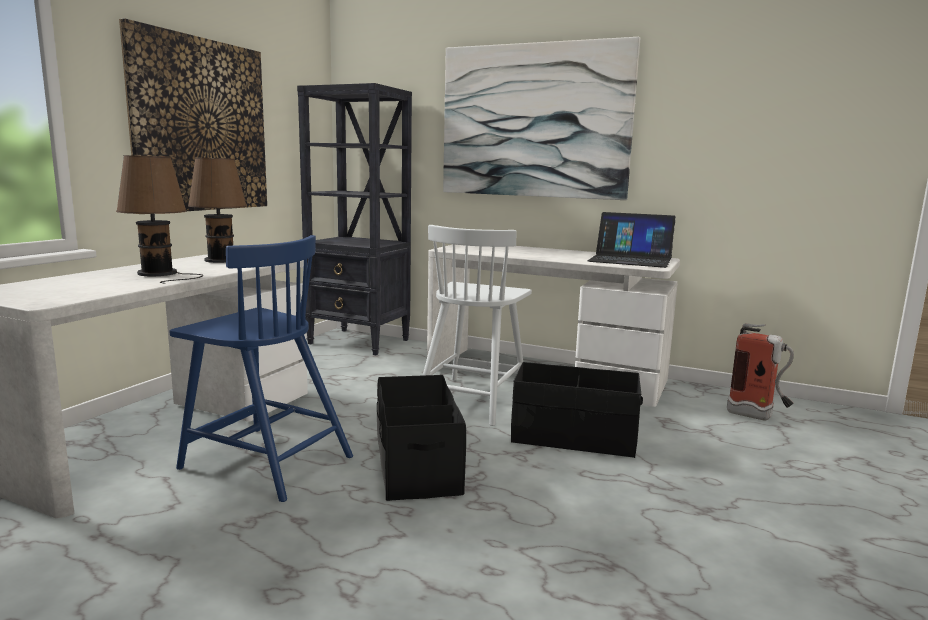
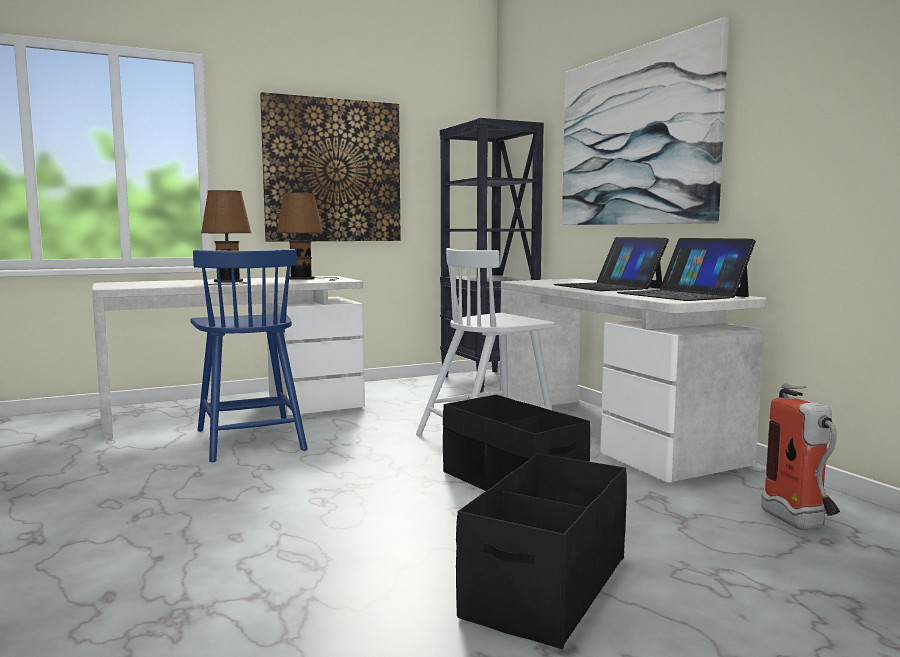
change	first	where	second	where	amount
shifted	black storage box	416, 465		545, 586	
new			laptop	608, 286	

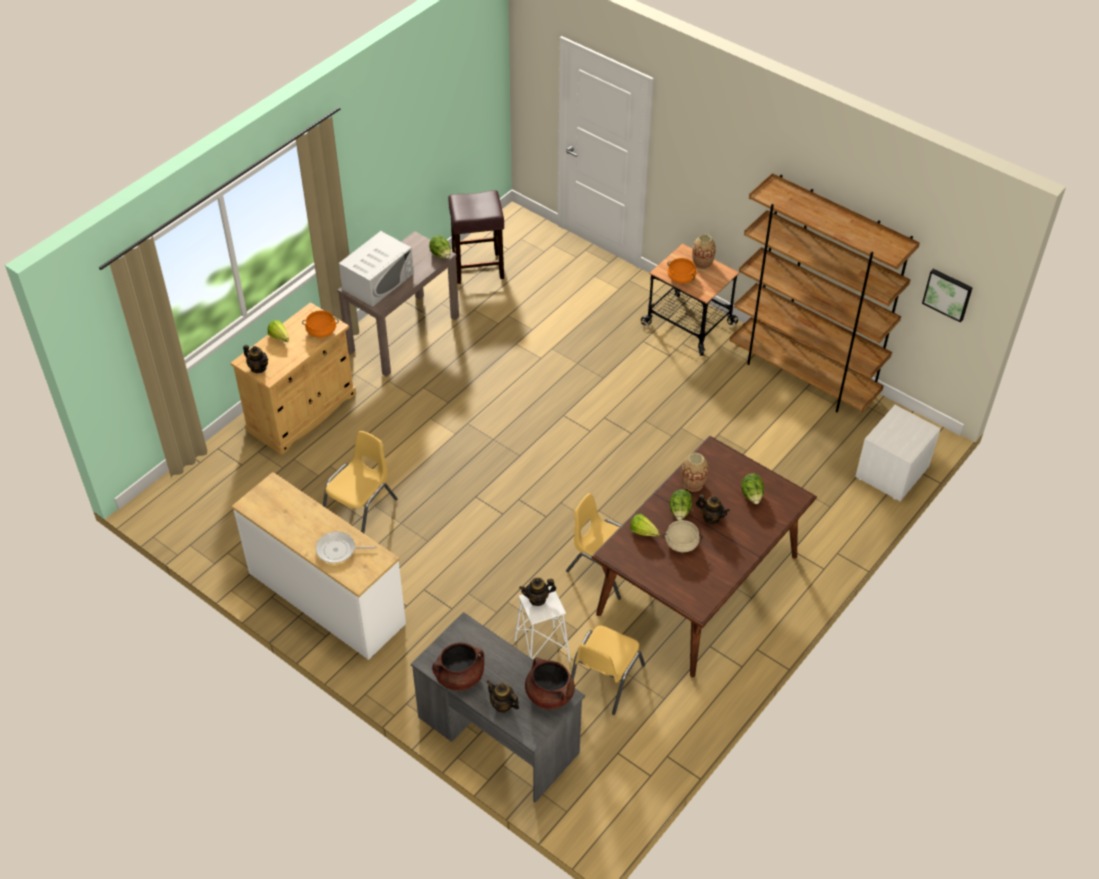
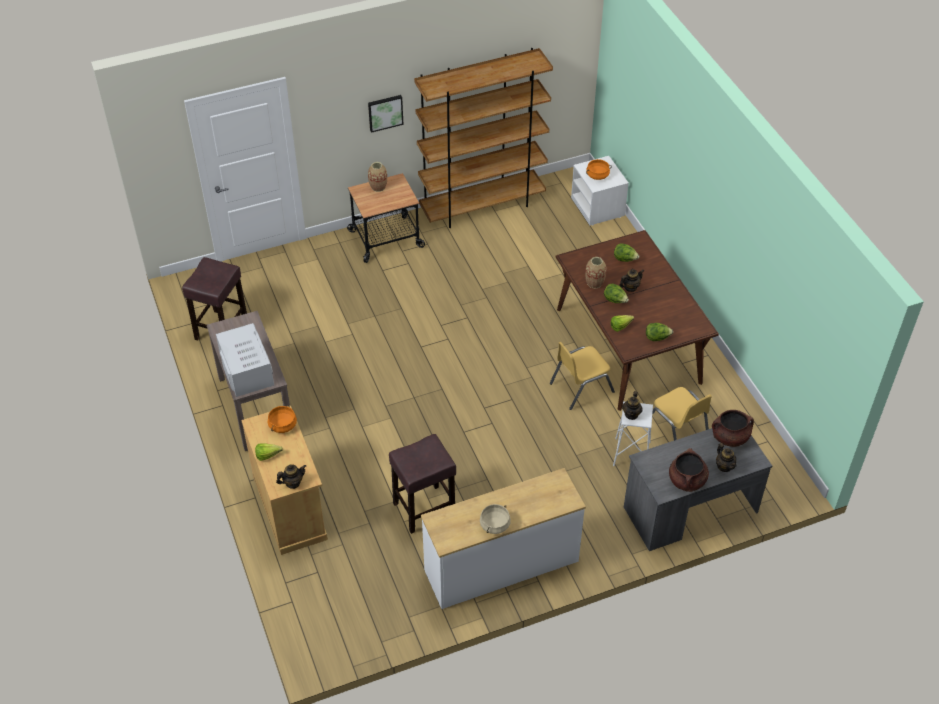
change	first	where	second	where	amount
shifted	picture	948, 294		385, 112	
swapped	yellow chair	361, 509	brown stool	425, 508	
shifted	beige cooking pot	681, 543		495, 525	
shifted	orange cooking pot	681, 277		597, 175	
shifted	lettuce	441, 255		657, 338	
rotated	teapot	502, 705		724, 466	90 degrees counterclockwise
gone	frying pan	338, 550			

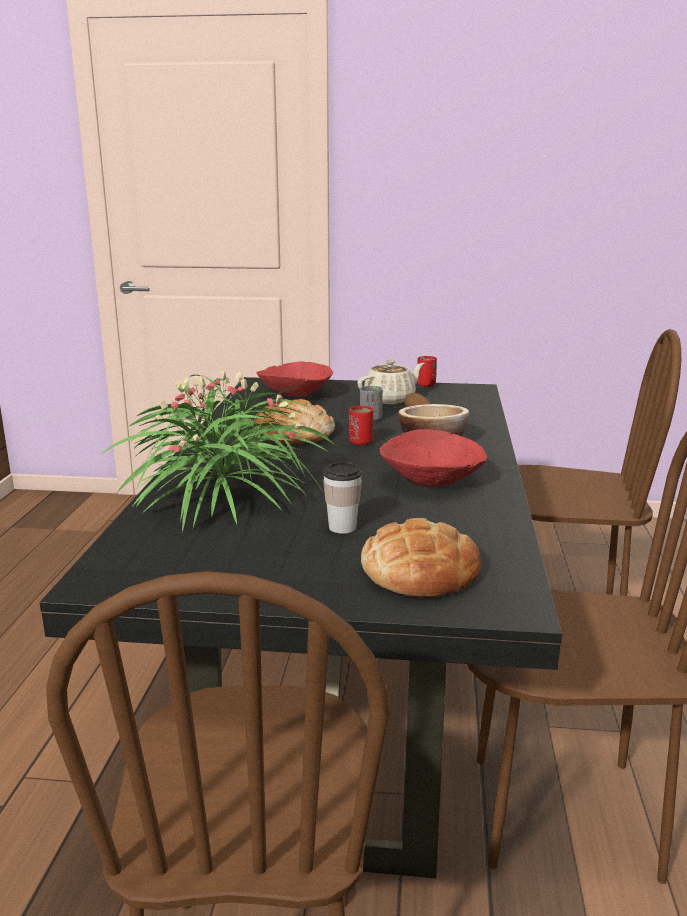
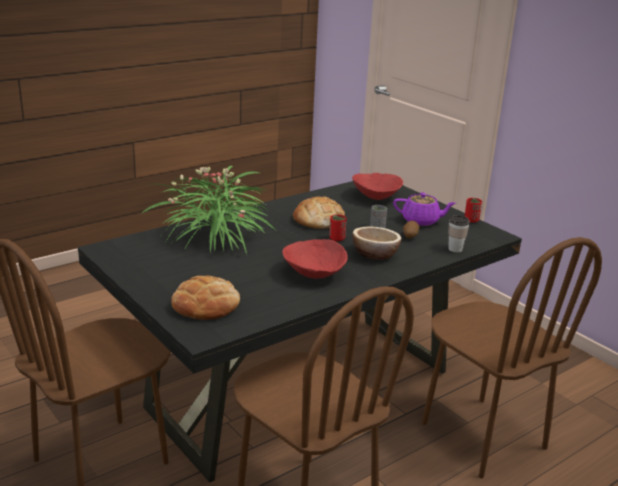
change	first	where	second	where	amount
repainted	beige teapot	390, 399	purple teapot	421, 221	
shifted	cup	342, 527		455, 249	

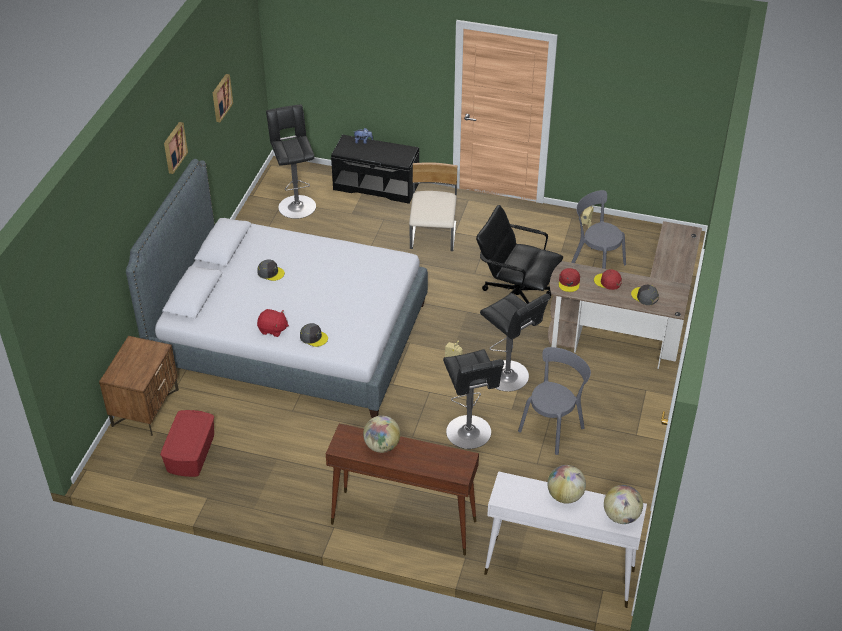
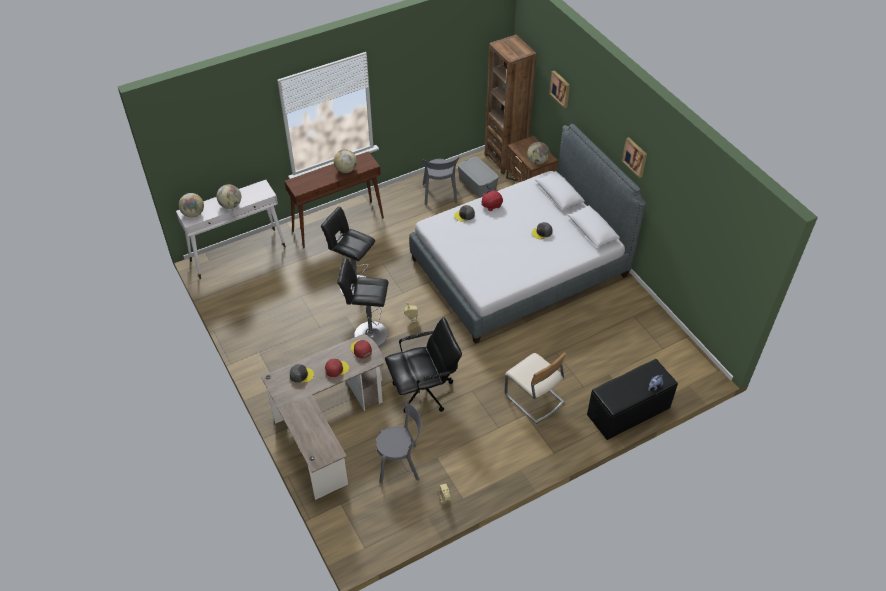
change	first	where	second	where	amount
shifted	grey chair	553, 427		439, 195	
repainted	red storage box	190, 453	grey storage box	477, 183	
new			brown bookcase	505, 159	
new			globe	537, 161	
shifted	picture	221, 97		560, 88	
gone	black stool	296, 205			

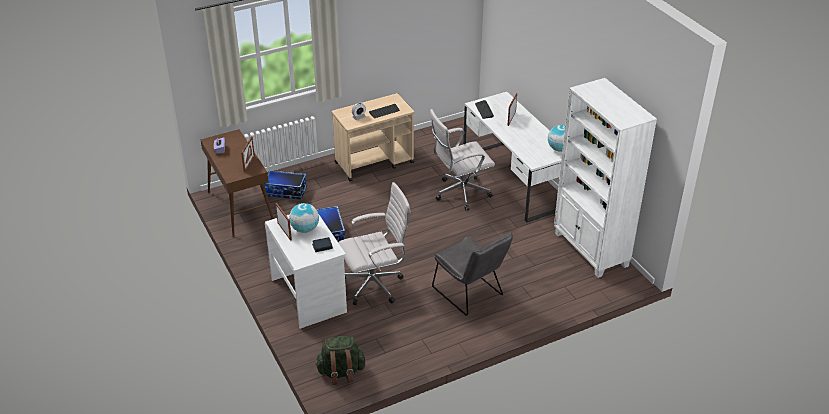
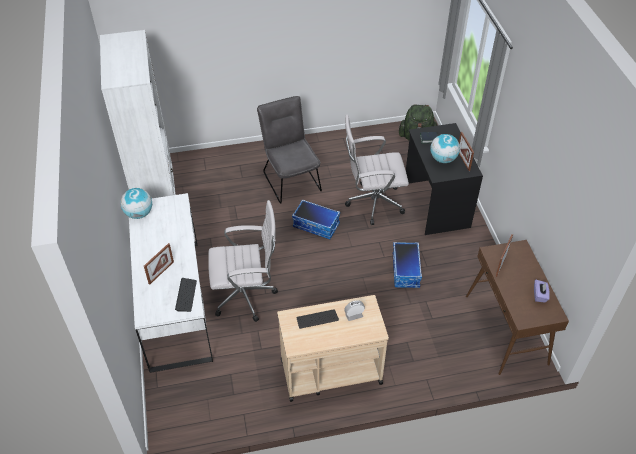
change	first	where	second	where	amount
shifted	storage box	285, 192		316, 225	
repainted	white desk	309, 295	black desk	435, 204	

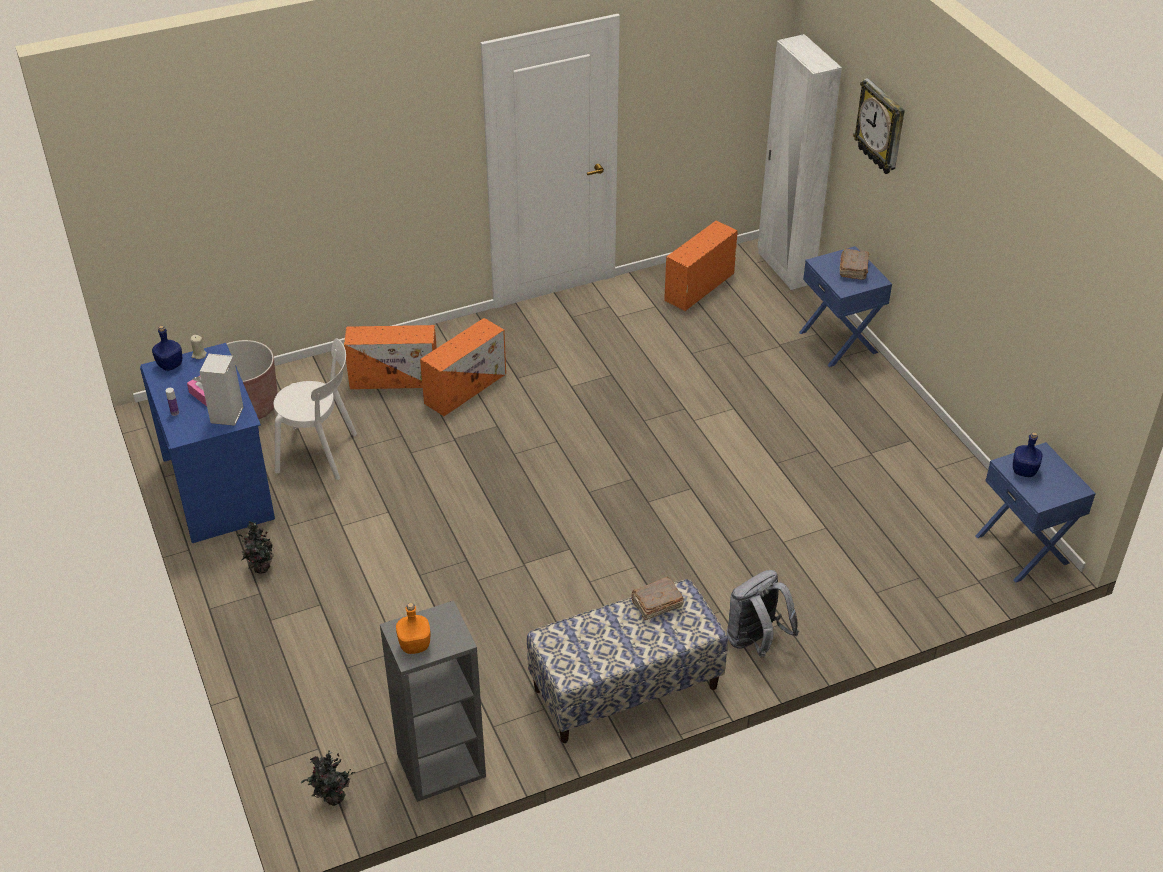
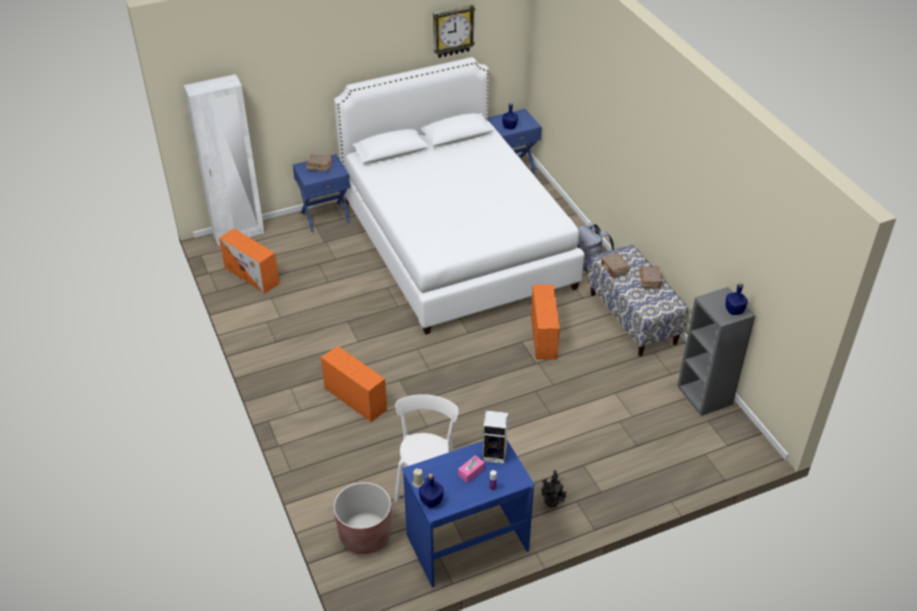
change	first	where	second	where	amount
new			white bed	455, 243	
shifted	wall clock	881, 127		452, 31	
shifted	orange storage box	395, 379		543, 336	
new			brown book	650, 281	
repainted	orange bottle	414, 645	blue bottle	734, 311	
gone	potted plant	333, 799			

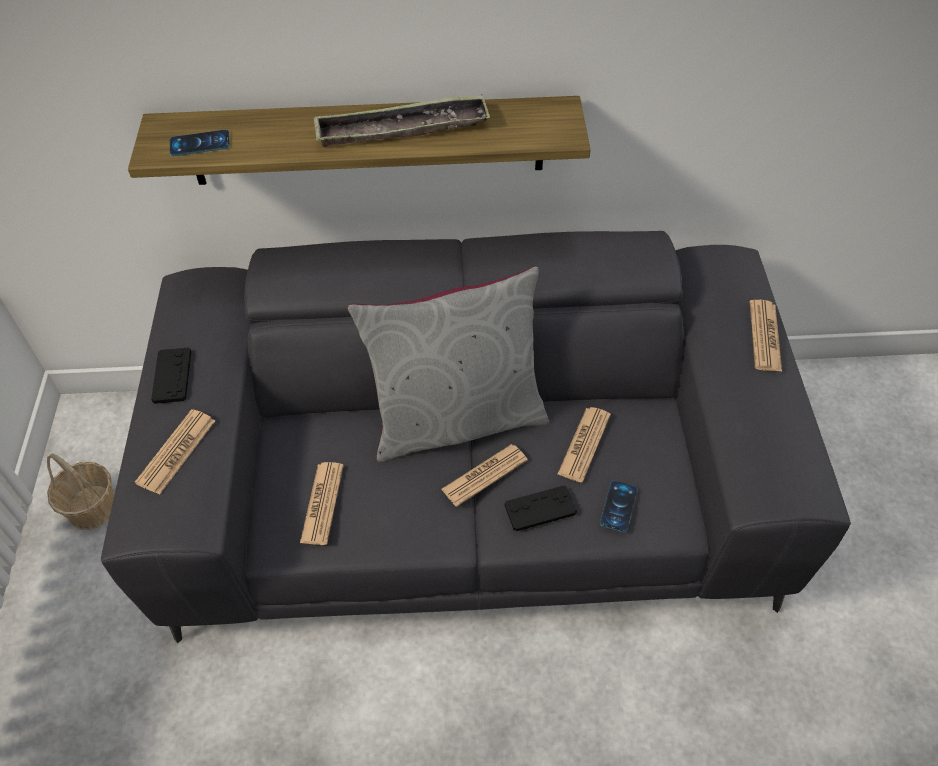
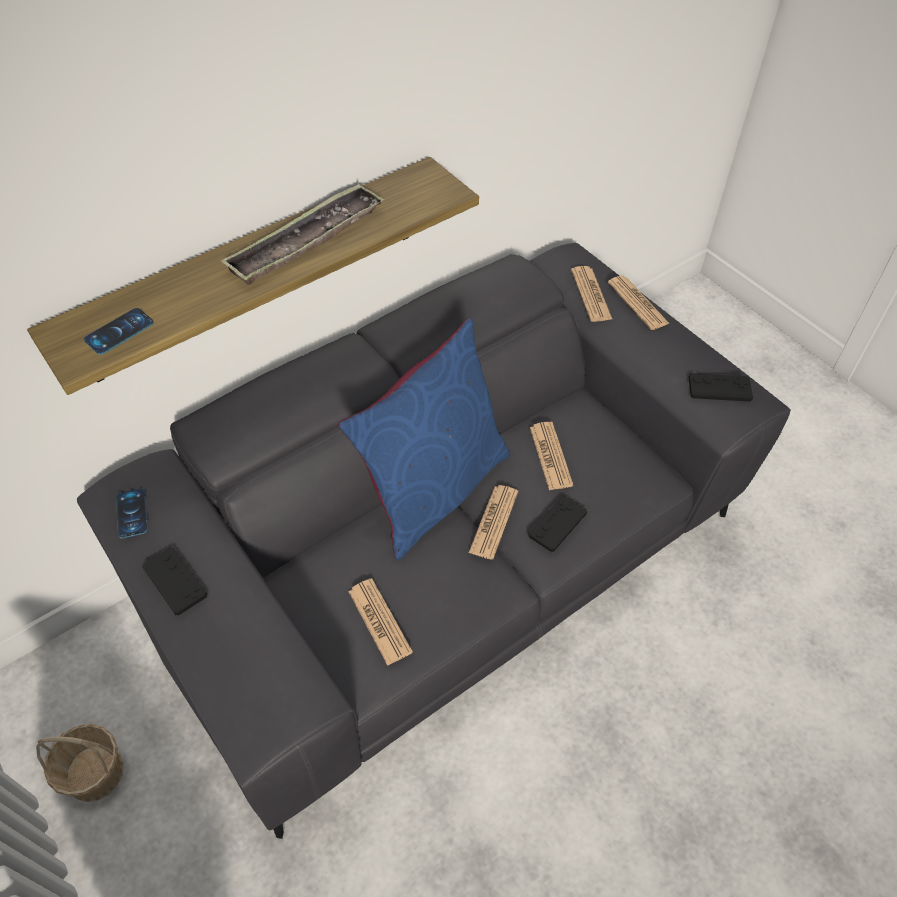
change	first	where	second	where	amount
shifted	phone	618, 506		132, 513	
repainted	grey pillow	457, 419	blue pillow	434, 490	
shifted	newspaper	176, 452		591, 294	
new			black game controller	719, 388	

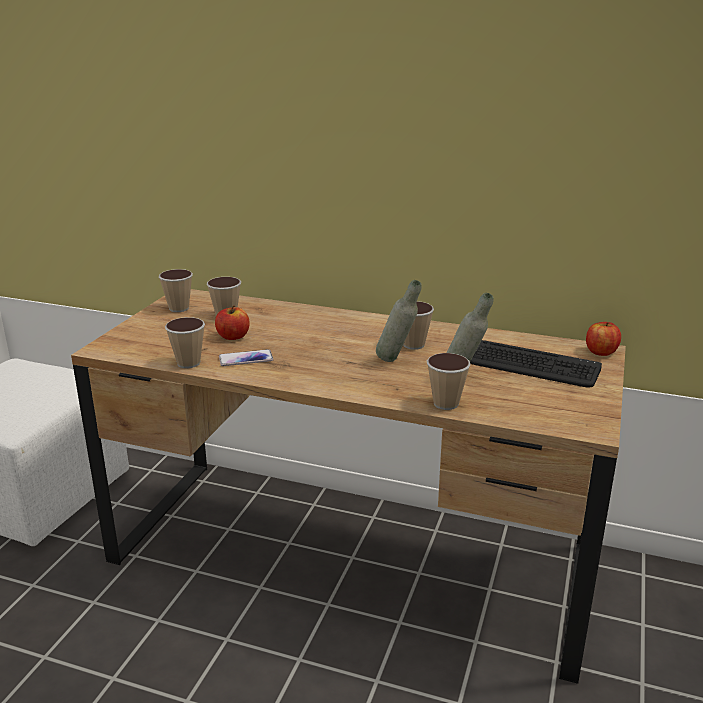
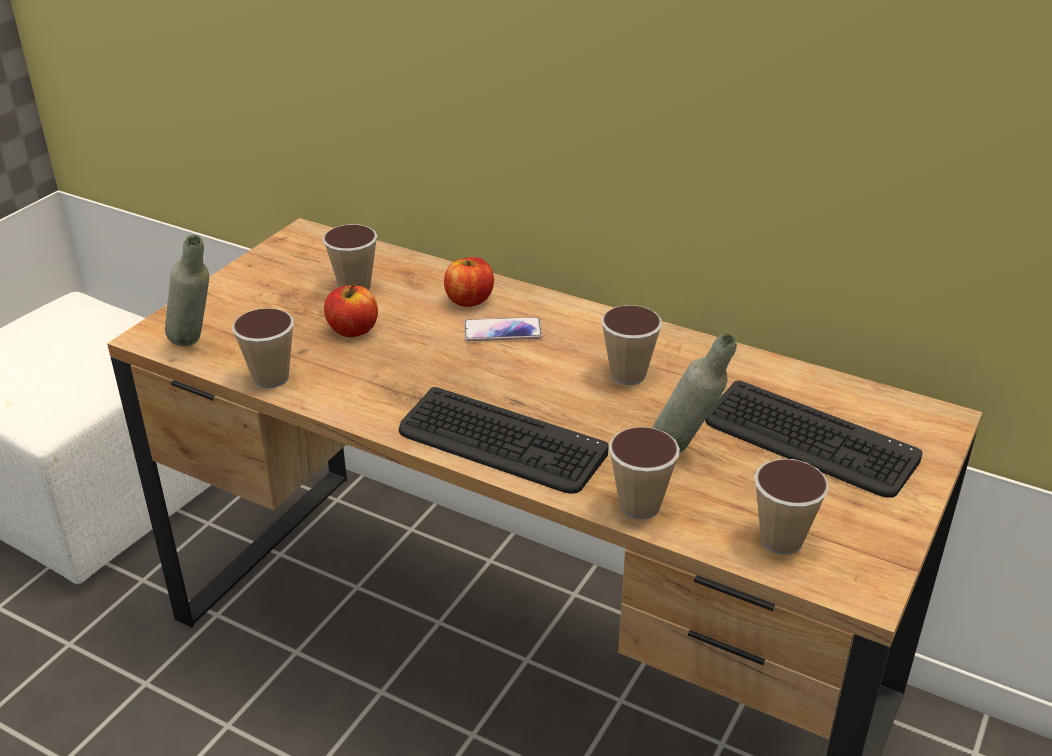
change	first	where	second	where	amount
shifted	grey bottle	397, 361		196, 346	
new			keyboard	501, 443	
shifted	apple	601, 352		469, 300	
shifted	phone	246, 359		502, 331	
shifted	cup	179, 308		781, 540	

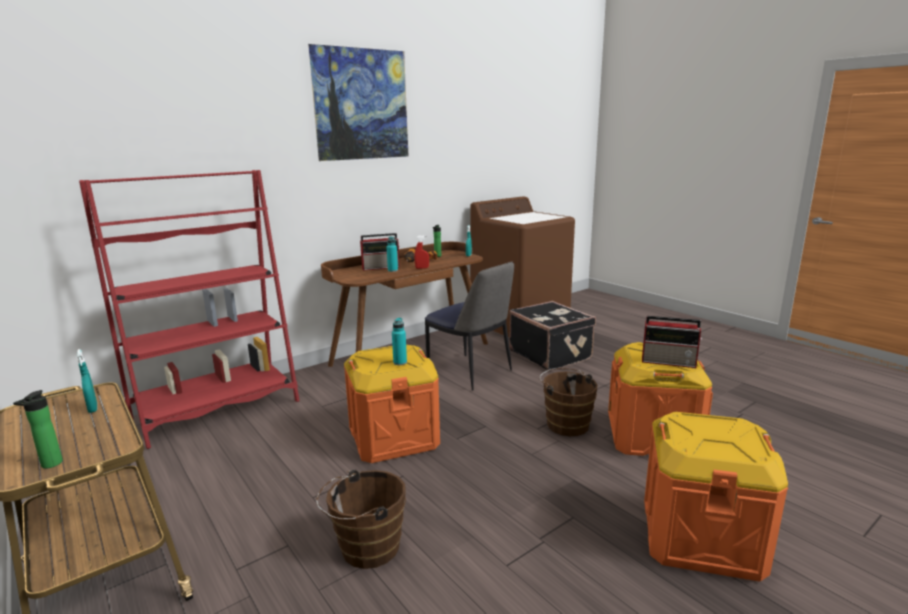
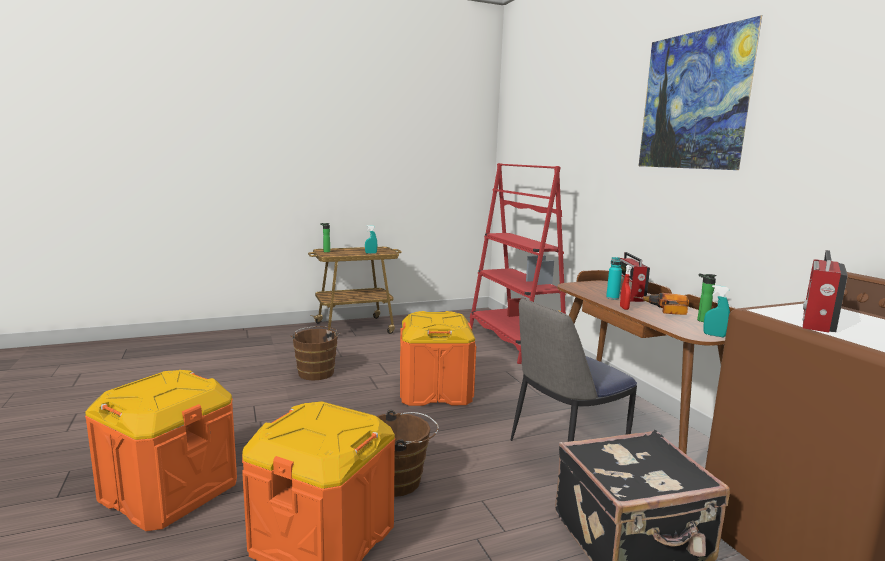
change	first	where	second	where	amount
shifted	radio	669, 362		817, 322	
gone	turquoise bottle	400, 362			

